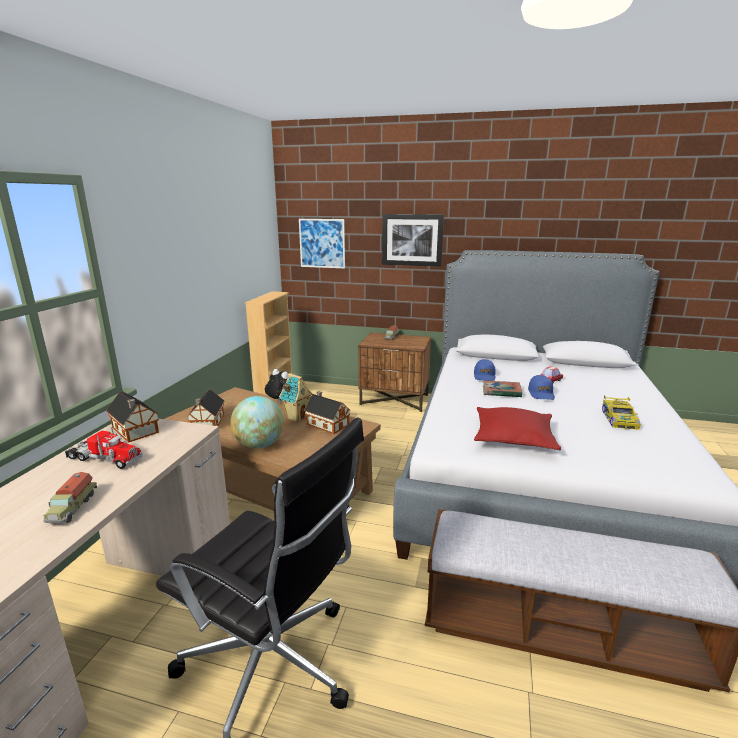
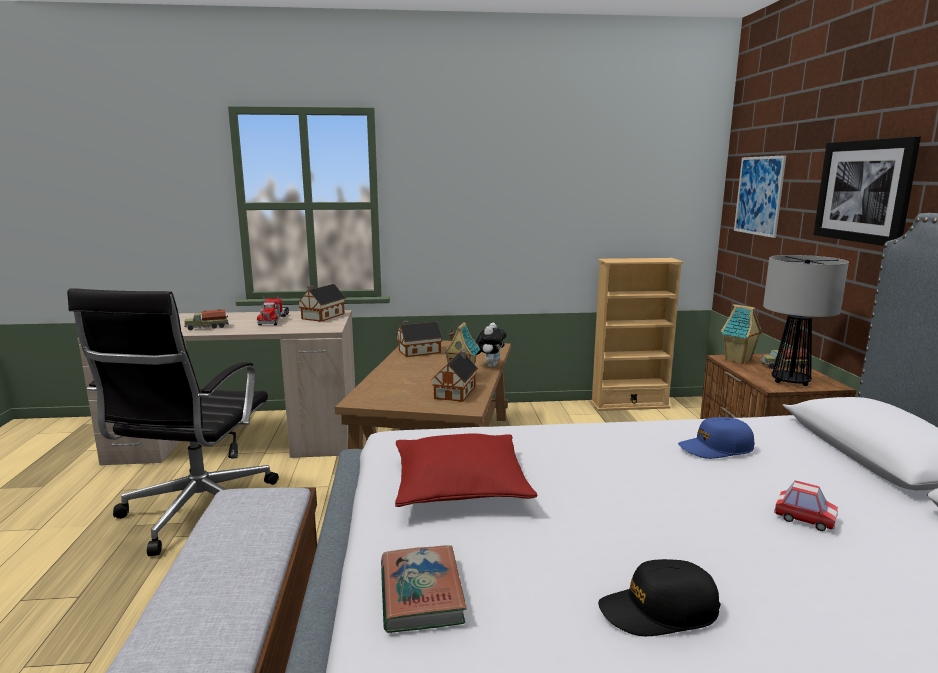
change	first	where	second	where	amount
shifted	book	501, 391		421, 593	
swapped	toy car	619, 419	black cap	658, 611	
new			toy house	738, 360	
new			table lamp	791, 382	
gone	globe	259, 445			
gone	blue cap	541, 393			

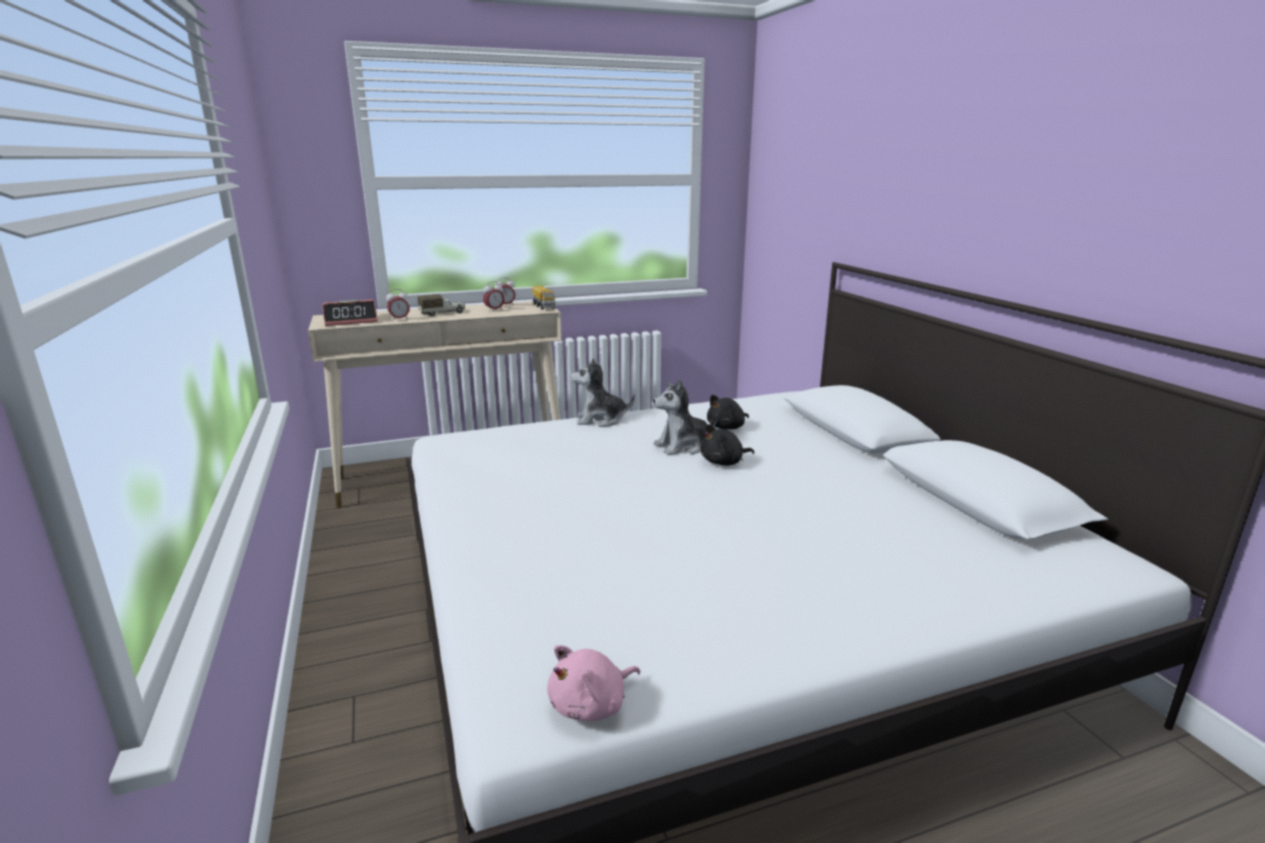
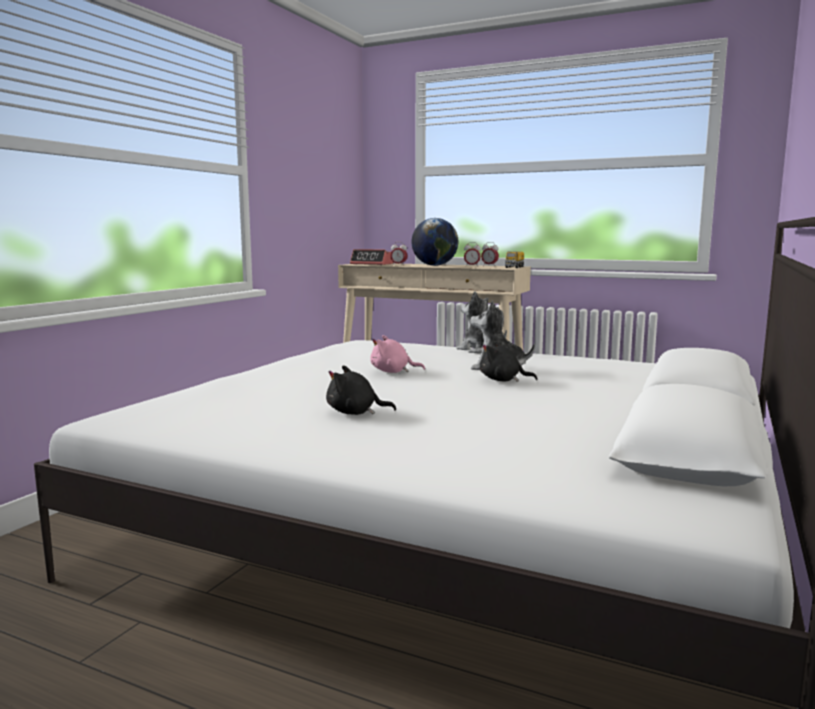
change	first	where	second	where	amount
shifted	black plush toy	727, 427		355, 413	
shifted	pink plush toy	592, 705		393, 372	
swapped	toy truck	443, 313	globe	434, 265	

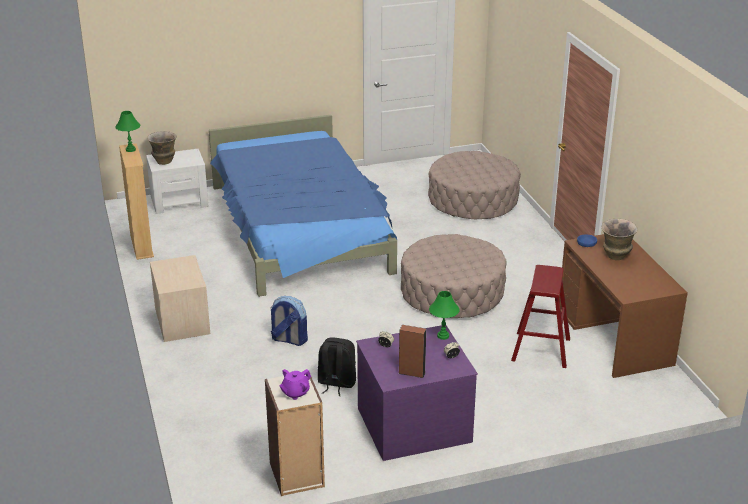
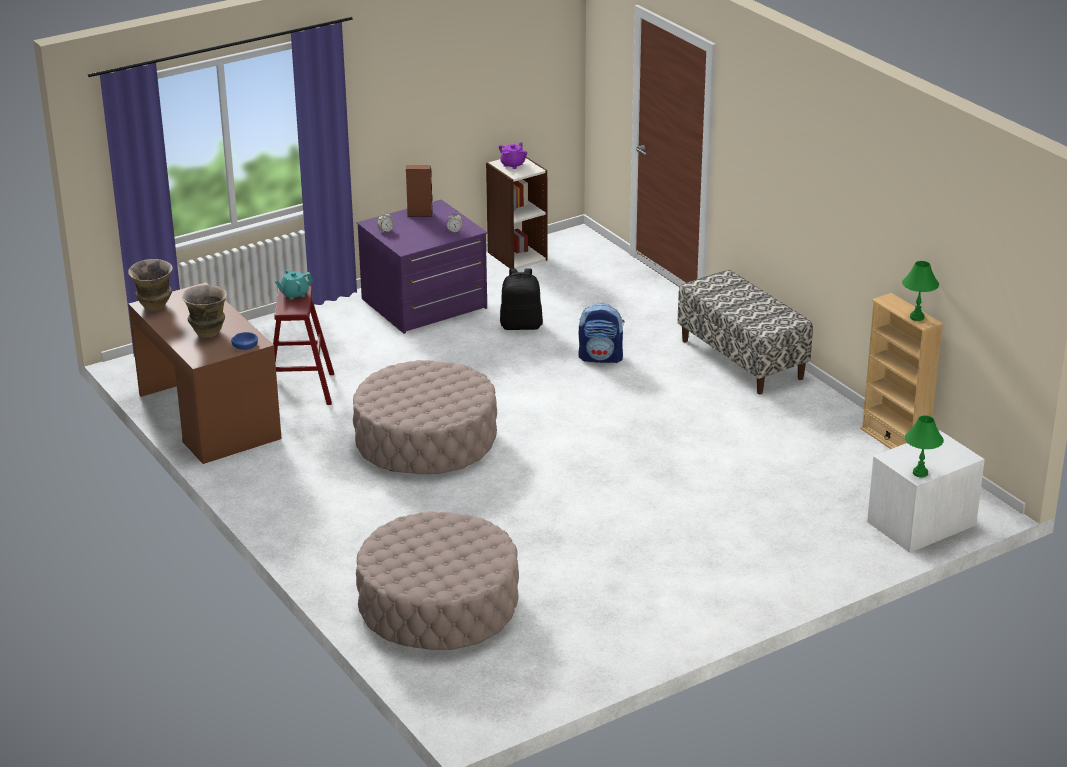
change	first	where	second	where	amount
shifted	vase	164, 161		155, 306	
new			turquoise teapot	294, 294	
swapped	beige nightstand	182, 320	bench	742, 359	
shifted	green table lamp	443, 336		920, 473	
gone	blue bed	299, 229			

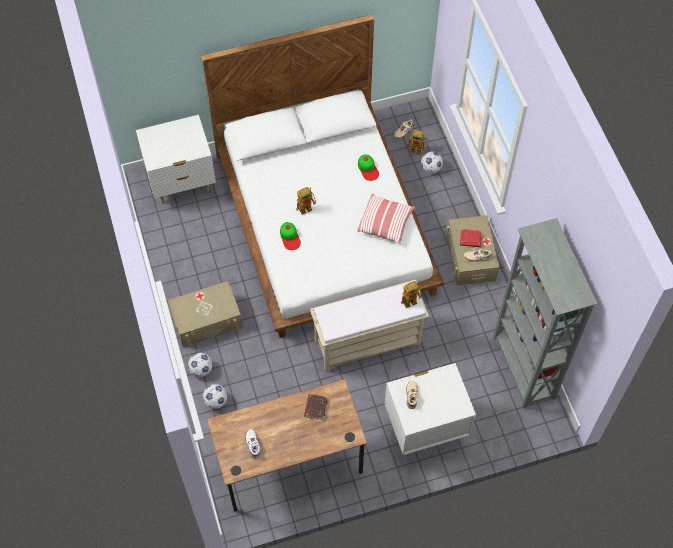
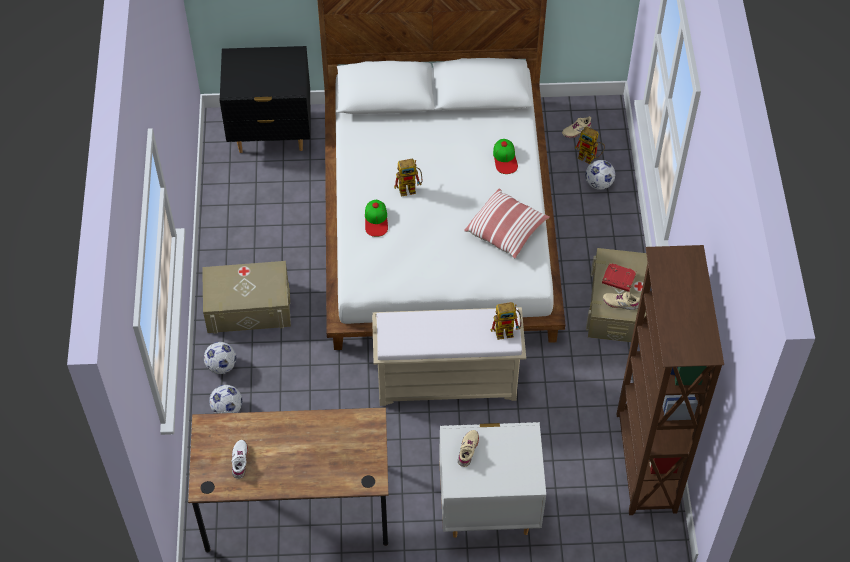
change	first	where	second	where	amount
repainted	white nightstand	181, 183	black nightstand	271, 134	
repainted	grey bookcase	523, 368	brown bookcase	644, 463	
gone	brown book	315, 407			

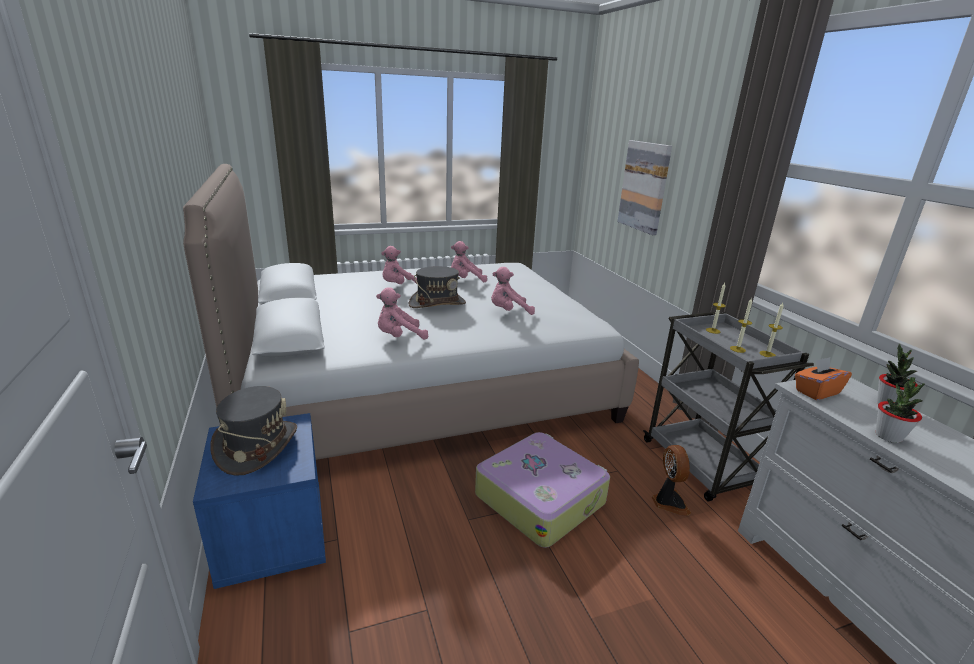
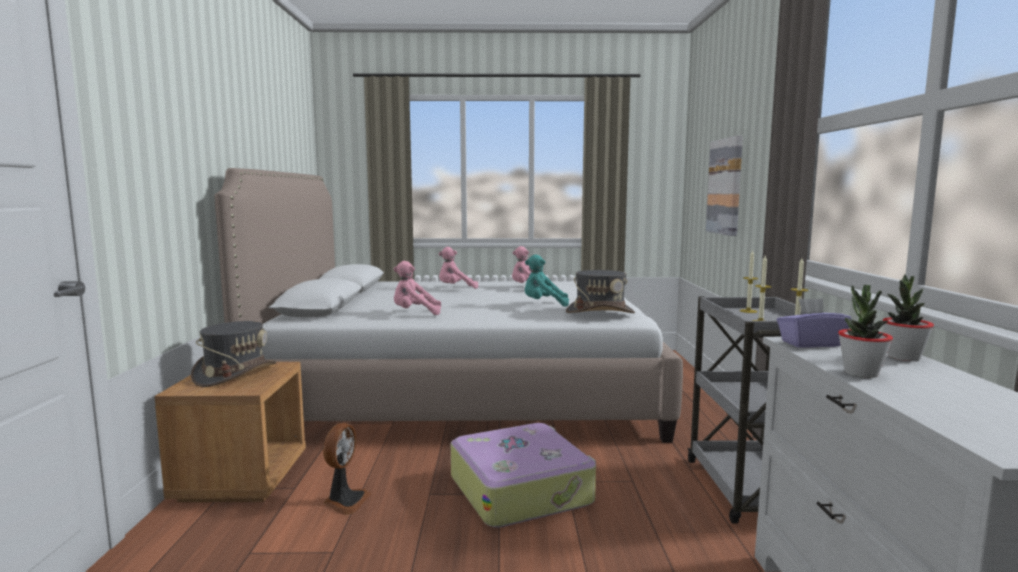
change	first	where	second	where	amount
repainted	blue nightstand	273, 538	brown nightstand	241, 478	
shifted	fan	668, 502		345, 501	
repainted	pink plush toy	508, 312	turquoise plush toy	543, 305	
shifted	grey hat	437, 303		600, 312	
repainted	orange tissue box	816, 392	purple tissue box	810, 343	

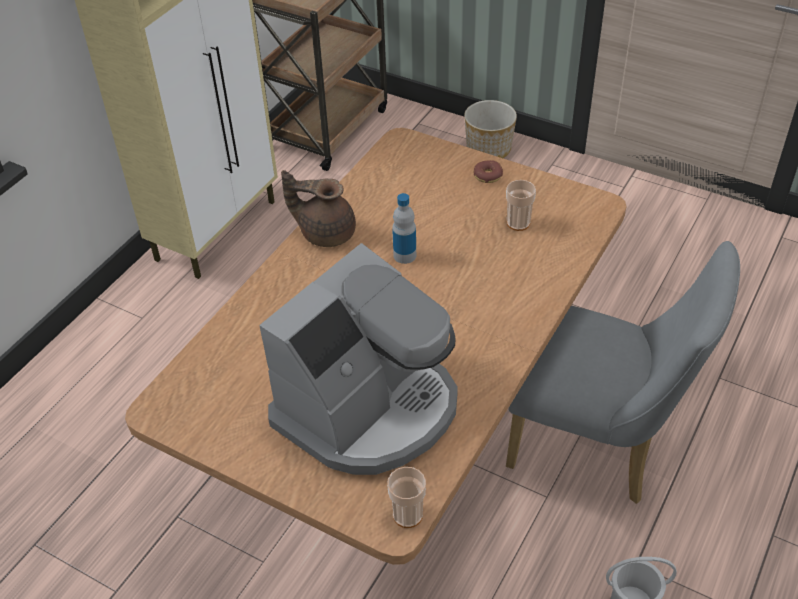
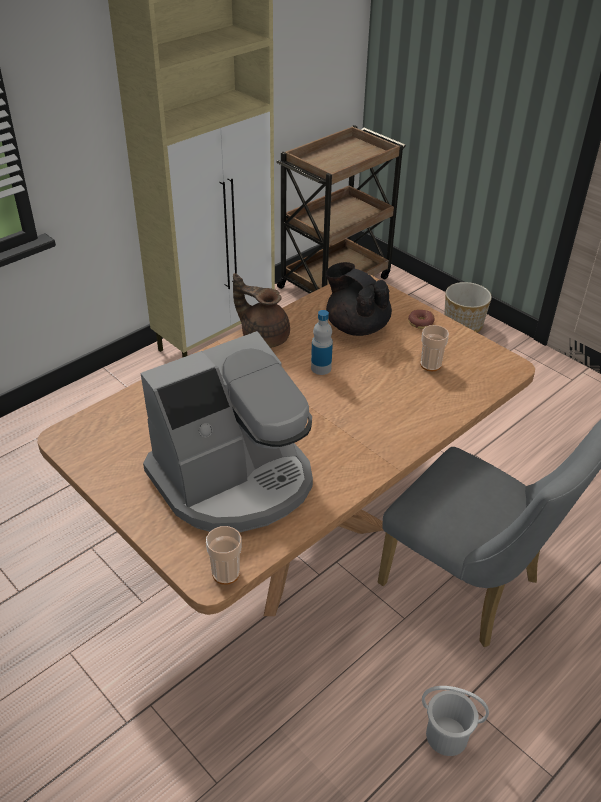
change	first	where	second	where	amount
new			black teapot	356, 326	

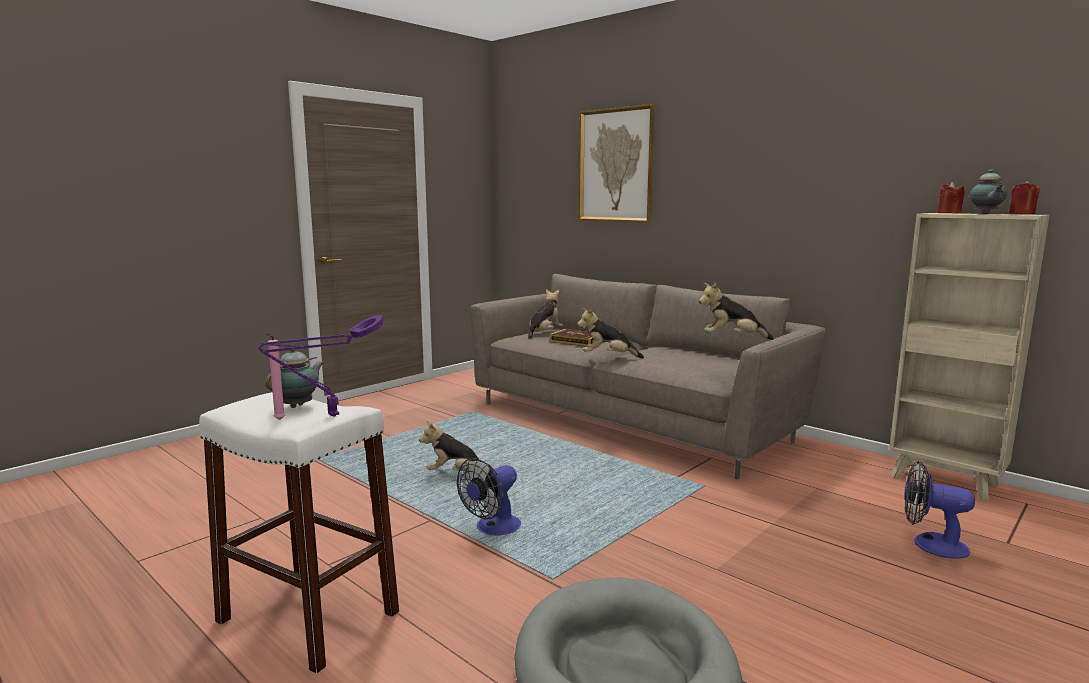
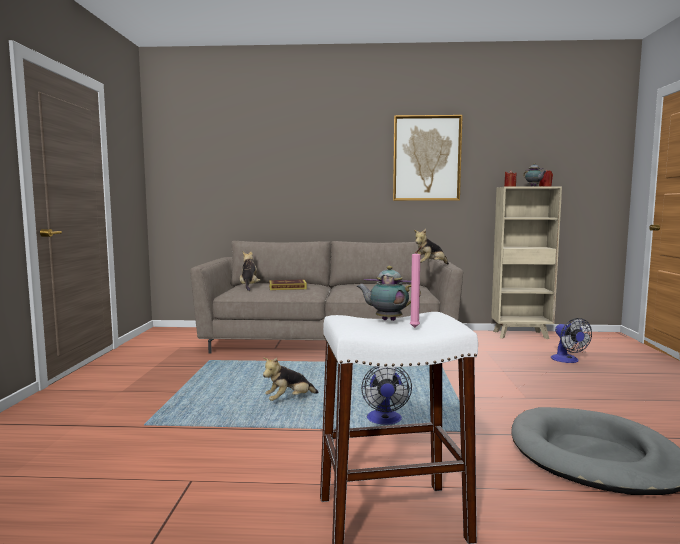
change	first	where	second	where	amount
rotated	teapot	299, 406		386, 320	60 degrees counterclockwise
shifted	picture	616, 165		426, 158	
rotated	fan	930, 544		568, 360	90 degrees counterclockwise
gone	purple table lamp	329, 415			
gone	plush toy	608, 357			

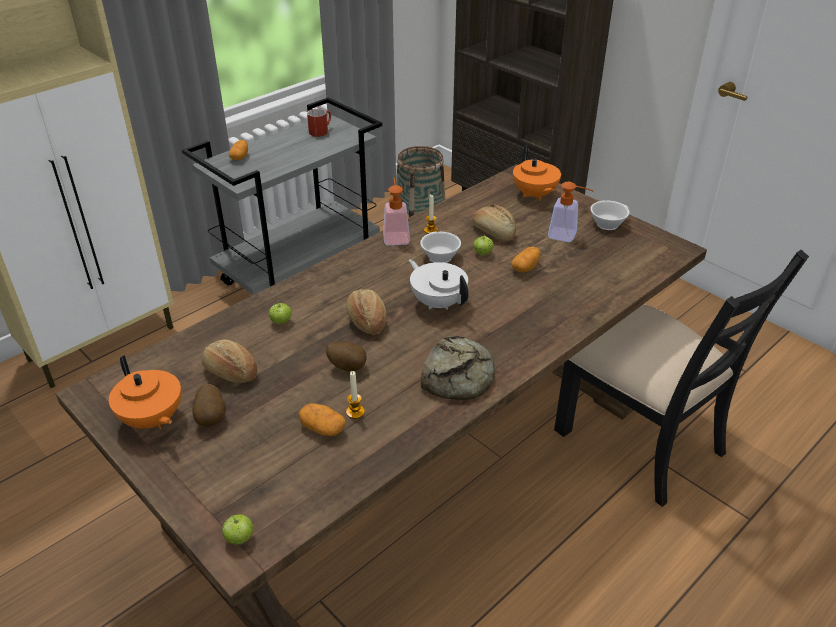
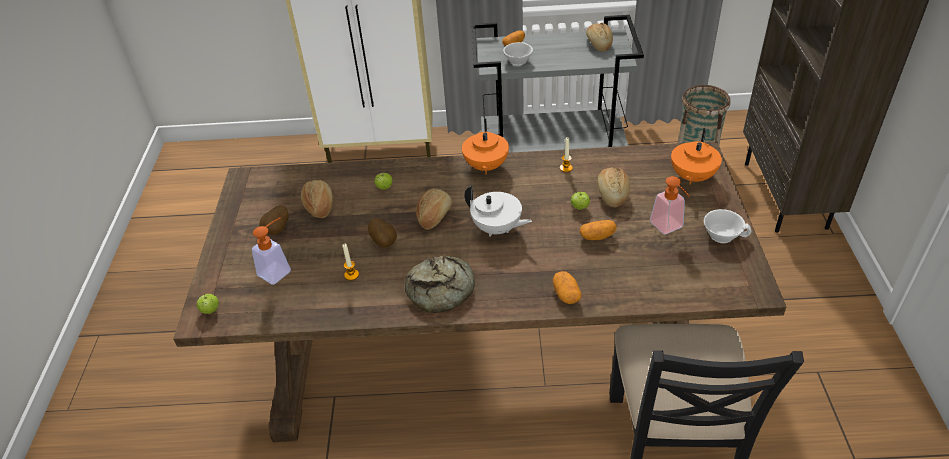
change	first	where	second	where	amount
shifted	soap dispenser	396, 236		278, 270	
shifted	orange teapot	152, 420		485, 167	
rotated	white teapot	438, 302		497, 229	120 degrees clockwise
shifted	white cup	438, 256		517, 60	
shifted	potato	322, 429		566, 294	
swapped	red mug	320, 131	bread	599, 44	

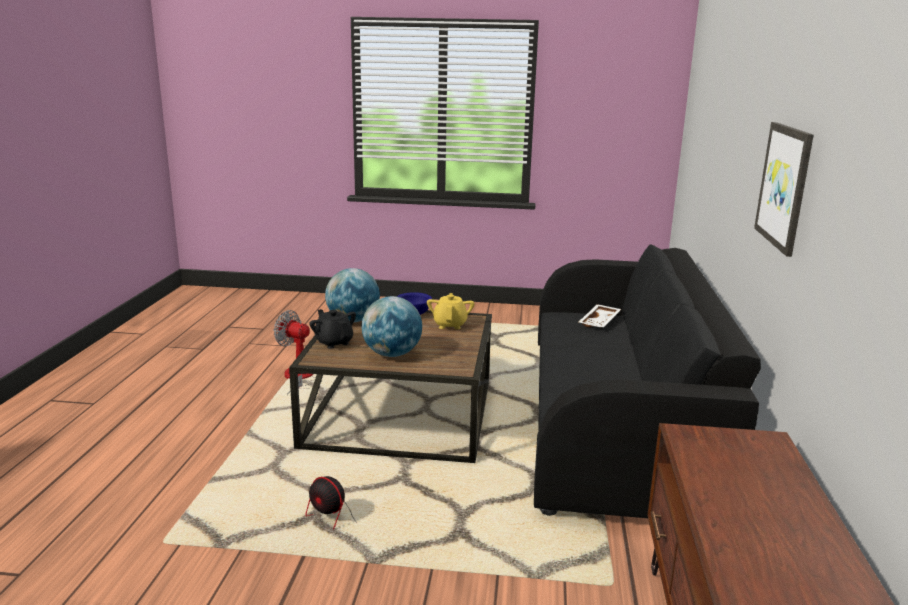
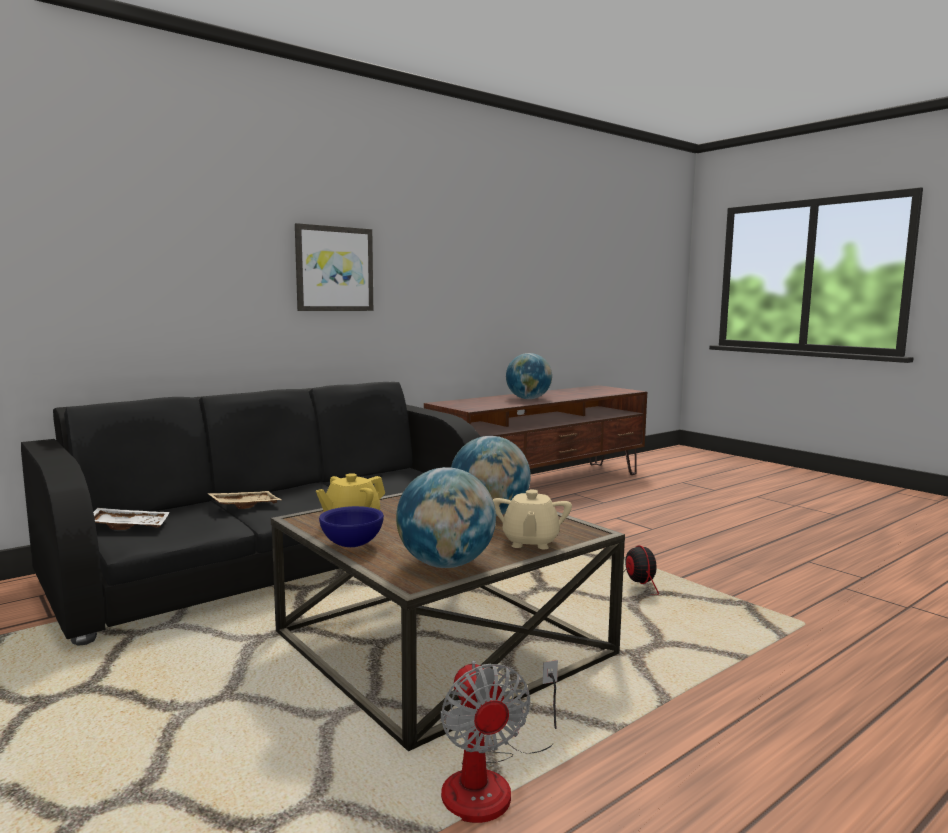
change	first	where	second	where	amount
new			beige tray	245, 505	
repainted	black teapot	334, 342	beige teapot	530, 542	
new			globe	528, 399	

